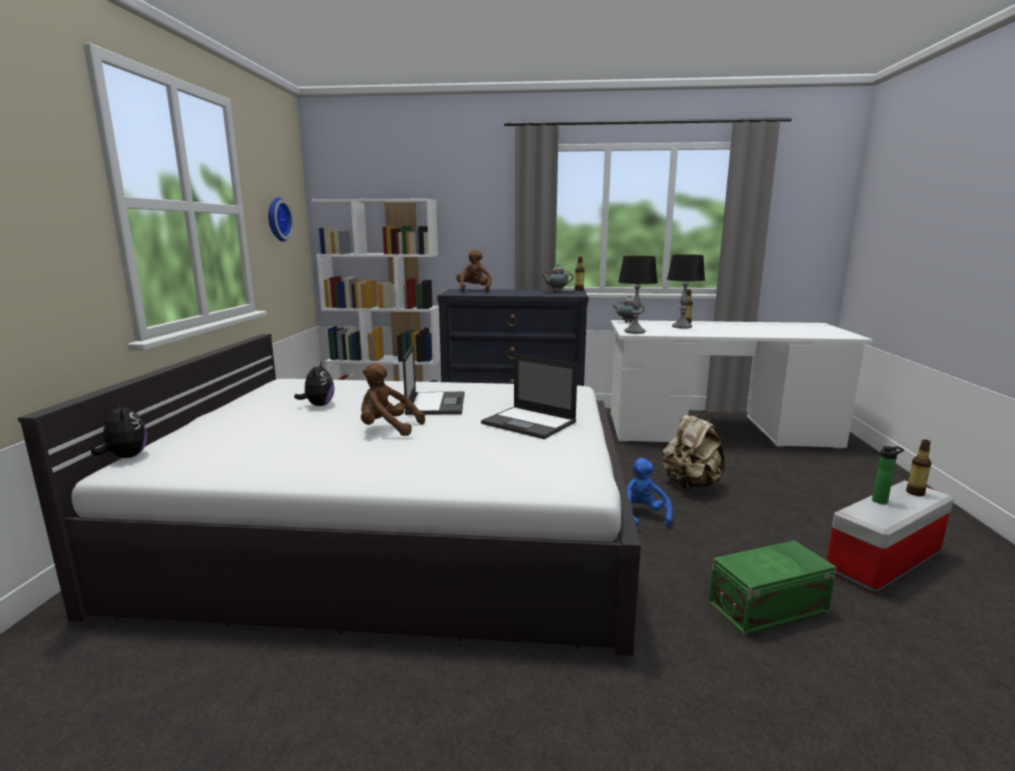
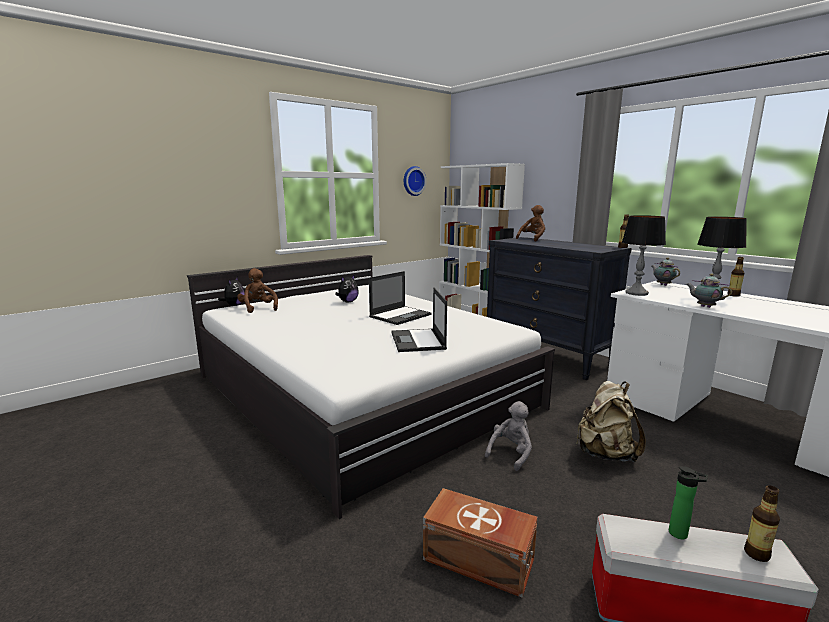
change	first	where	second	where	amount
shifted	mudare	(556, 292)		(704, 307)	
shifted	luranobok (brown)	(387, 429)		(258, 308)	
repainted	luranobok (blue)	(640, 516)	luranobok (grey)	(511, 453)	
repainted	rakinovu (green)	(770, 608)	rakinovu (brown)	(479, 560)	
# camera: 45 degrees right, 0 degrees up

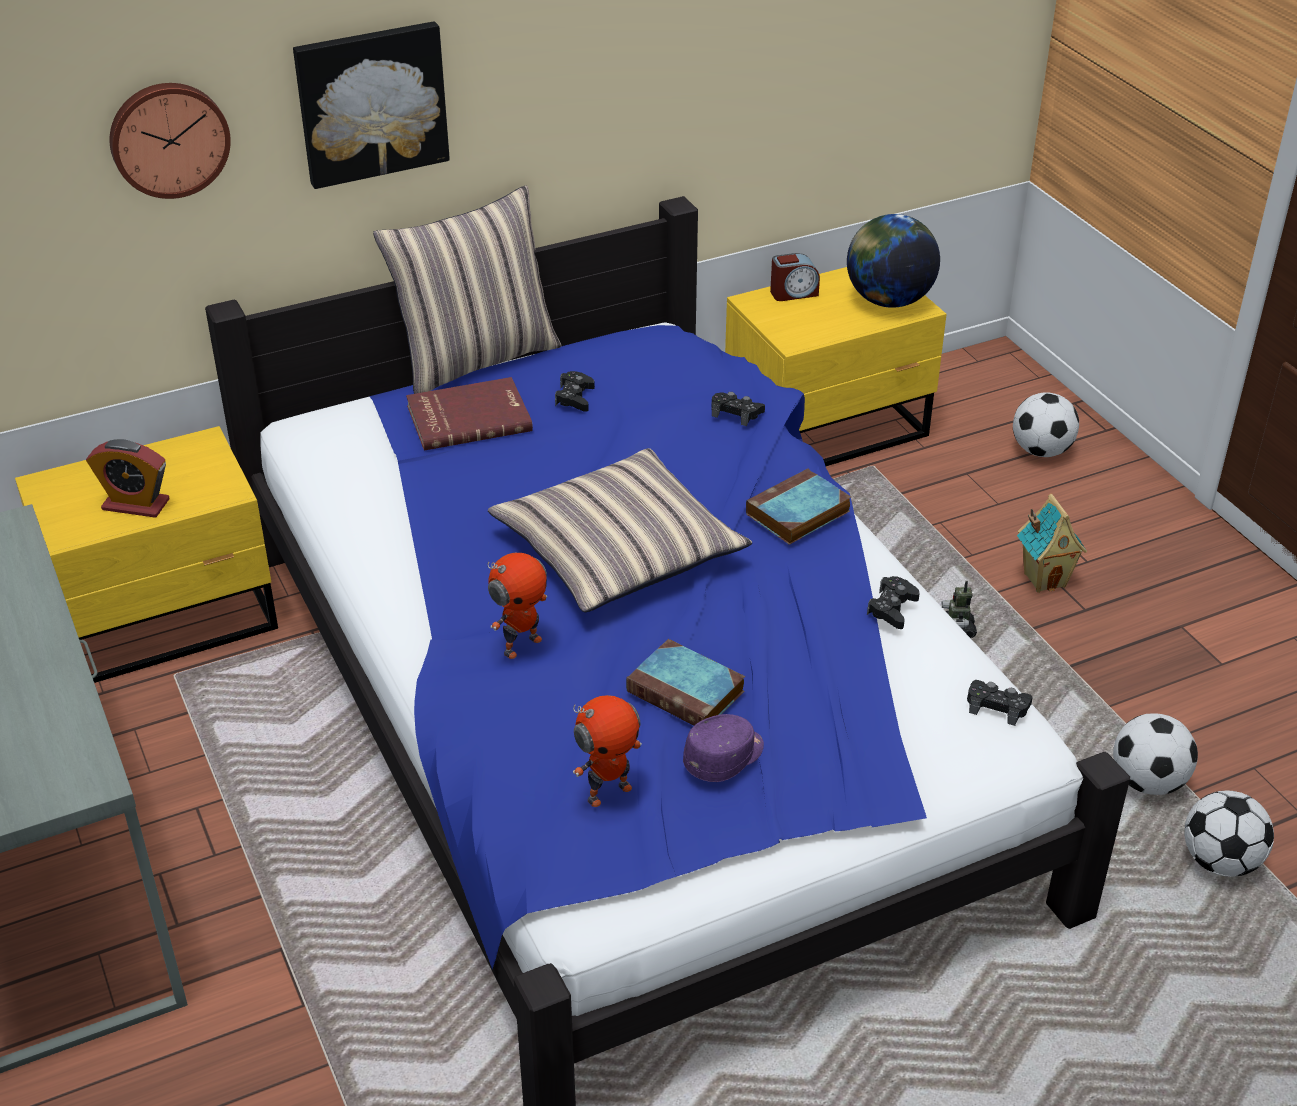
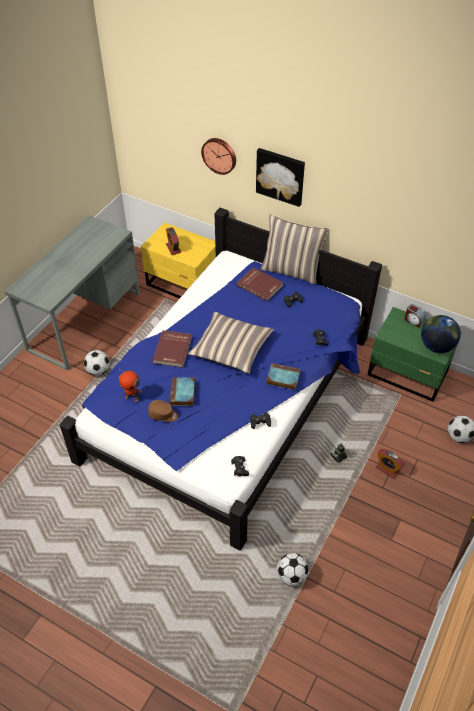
change	first	where	second	where	amount
repainted	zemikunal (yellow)	(830, 430)	zemikunal (green)	(408, 374)	
swapped	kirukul	(1044, 579)	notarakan	(387, 469)	
swapped	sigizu	(521, 645)	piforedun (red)	(173, 350)	
shifted	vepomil	(1147, 782)		(98, 370)	
repainted	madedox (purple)	(725, 758)	madedox (brown)	(163, 415)	
# camera: 55 degrees right, 10 degrees up

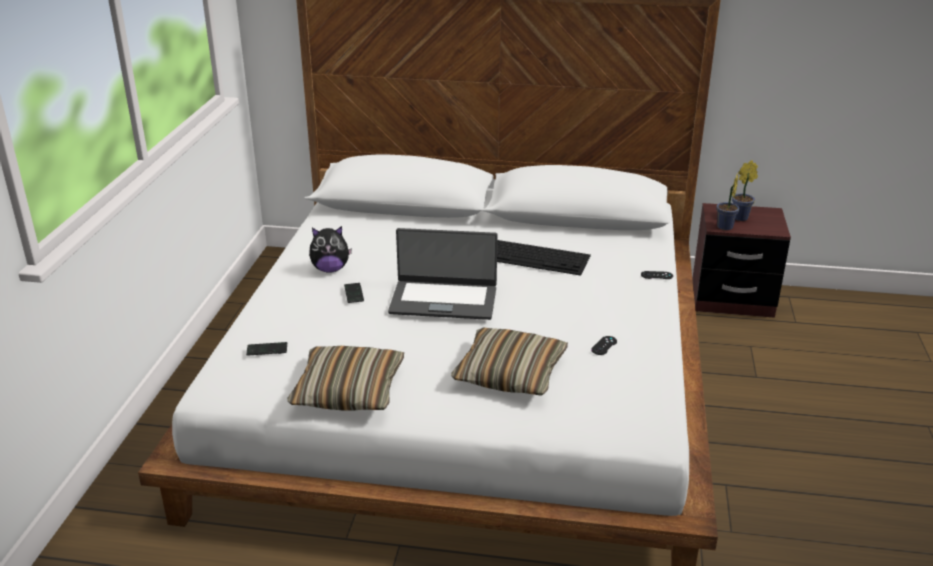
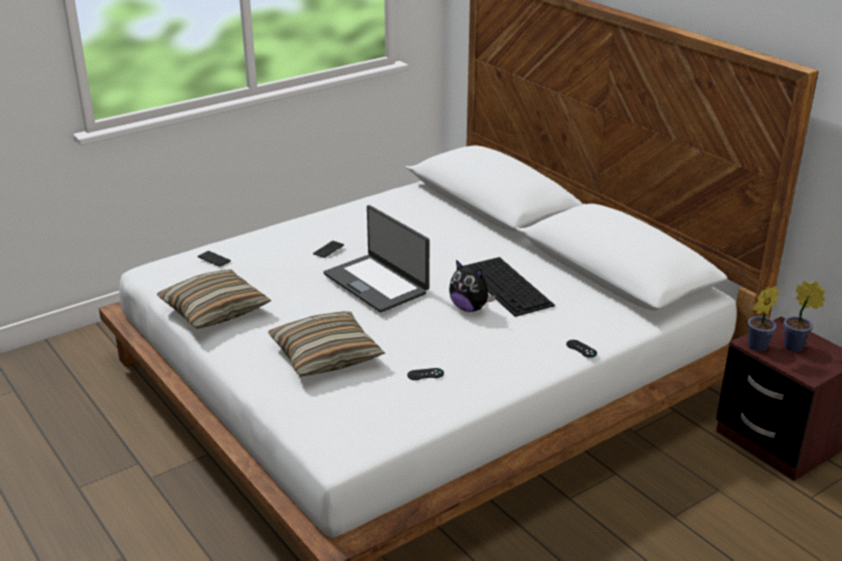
change	first	where	second	where	amount
shifted	luranobok	(330, 269)		(469, 308)	
# camera: 45 degrees right, 0 degrees up

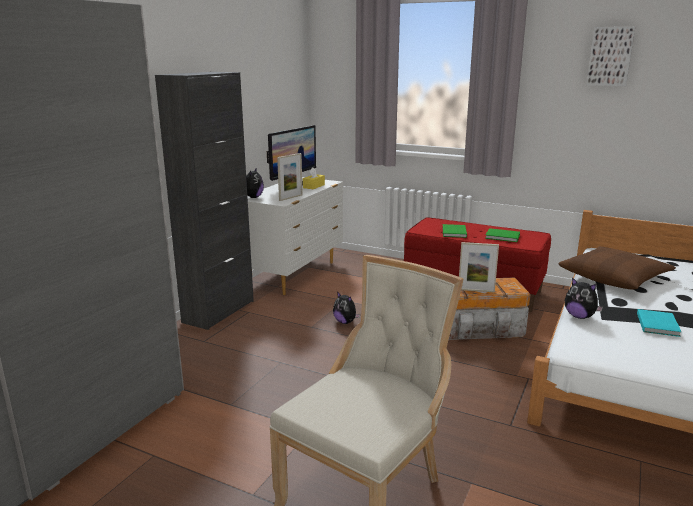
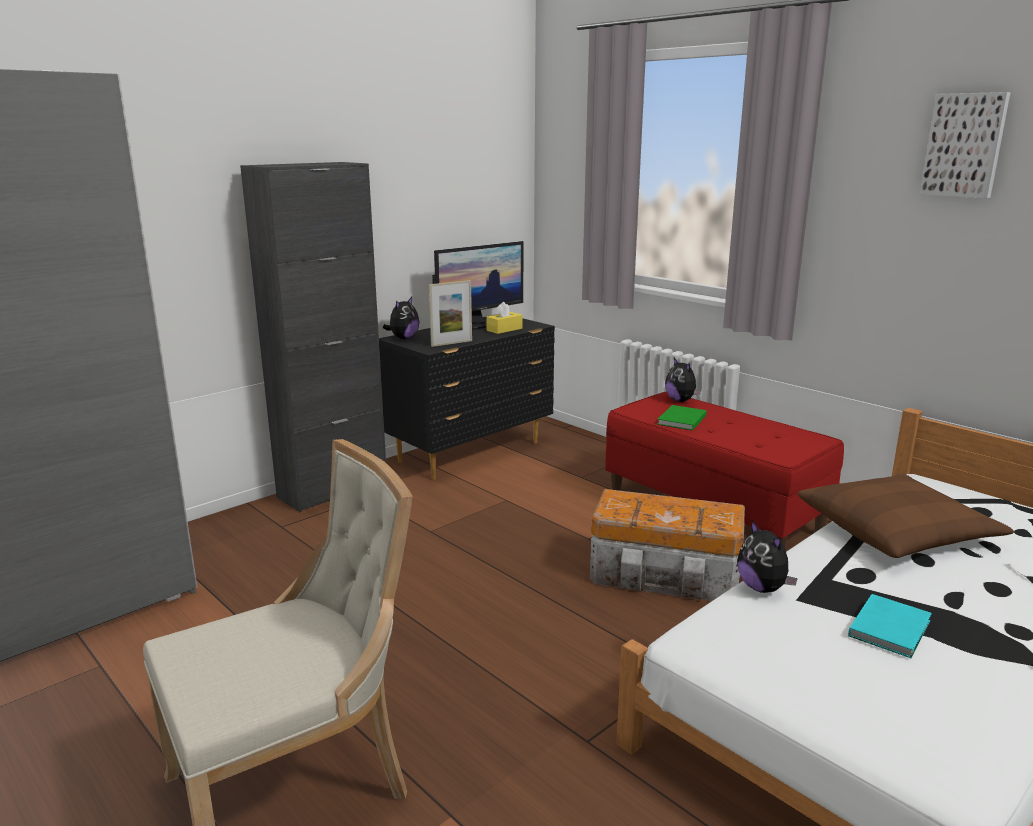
change	first	where	second	where	amount
repainted	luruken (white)	(295, 274)	luruken (black)	(472, 452)	
gone	piforedun (green)	(503, 237)			
gone	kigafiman	(476, 290)			
shifted	luranobok	(345, 322)		(681, 401)	
# camera: 20 degrees right, 0 degrees up

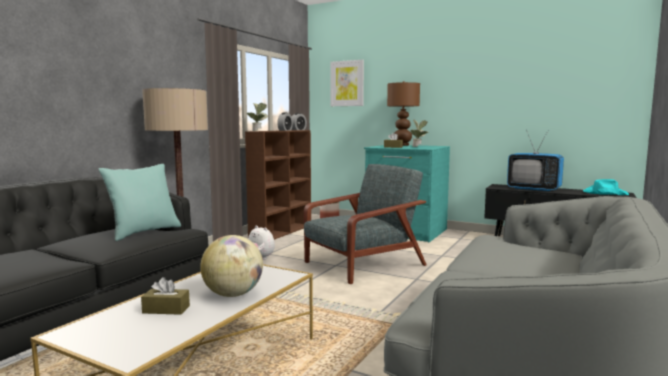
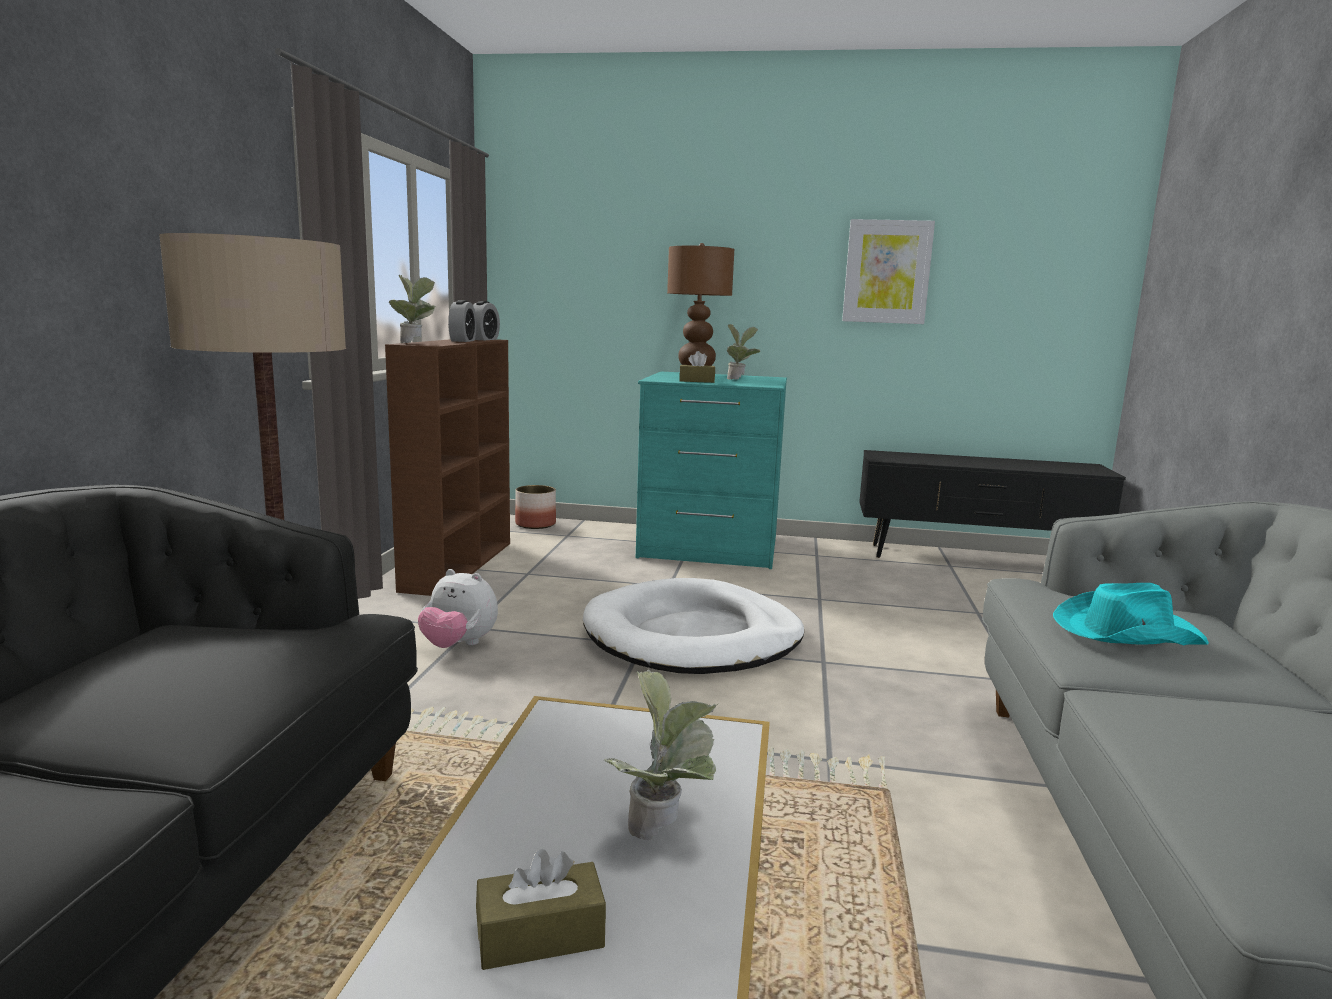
change	first	where	second	where	amount
shifted	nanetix	(347, 83)		(887, 272)	
gone	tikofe	(533, 189)			
gone	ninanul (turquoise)	(144, 232)			
swapped	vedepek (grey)	(362, 264)	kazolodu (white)	(693, 636)	
shifted	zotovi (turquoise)	(604, 193)		(1125, 631)	
swapped	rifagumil	(233, 294)	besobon	(663, 832)	
# camera: 20 degrees left, 5 degrees up

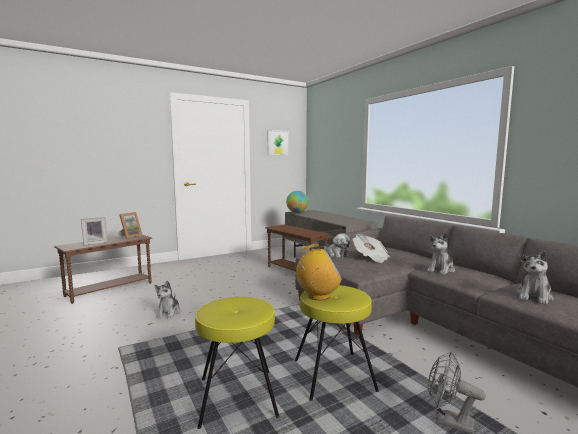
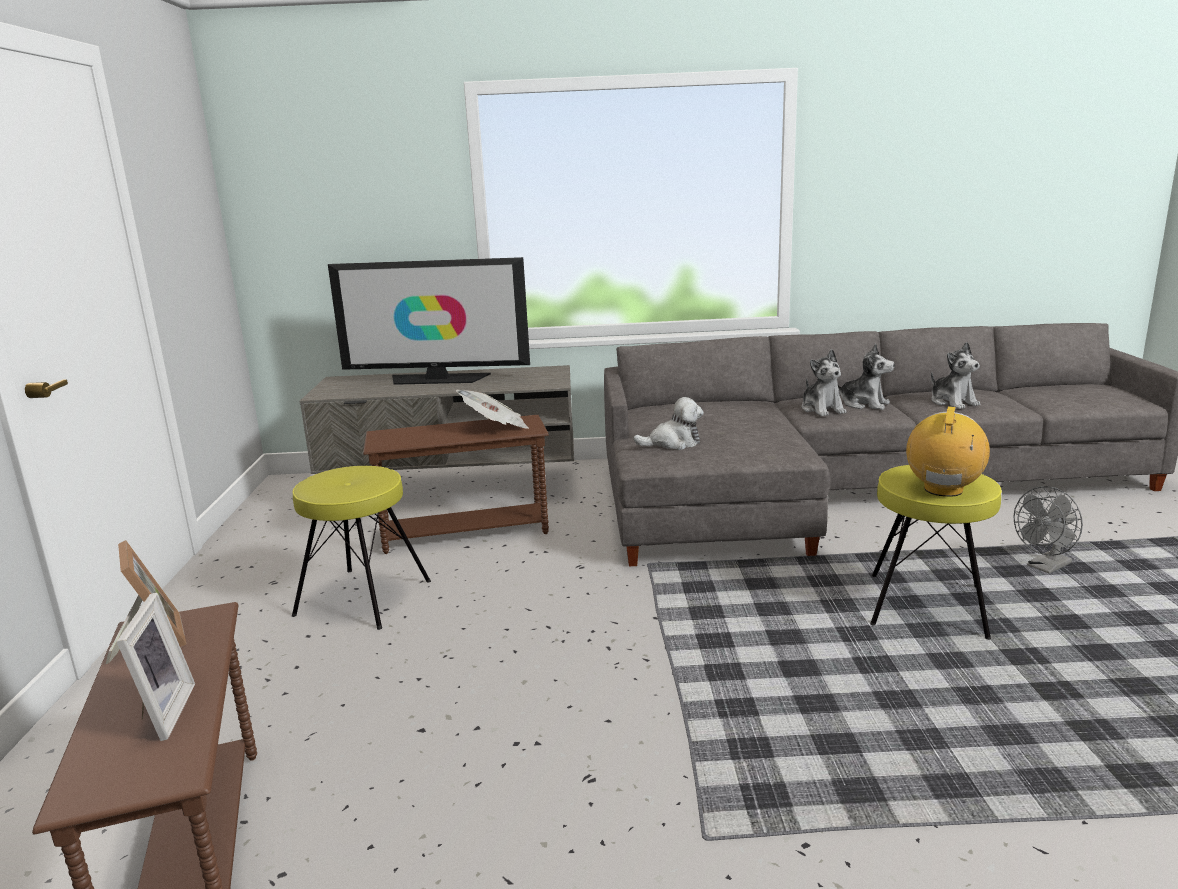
change	first	where	second	where	amount
gone	nanetix	(278, 142)			
gone	rifagumil	(297, 212)			
shifted	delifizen	(370, 258)		(495, 427)	
shifted	luranobok	(168, 313)		(864, 404)	
shifted	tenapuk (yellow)	(237, 398)		(363, 598)	
new			tikofe	(437, 379)	
# camera: 60 degrees left, 10 degrees up

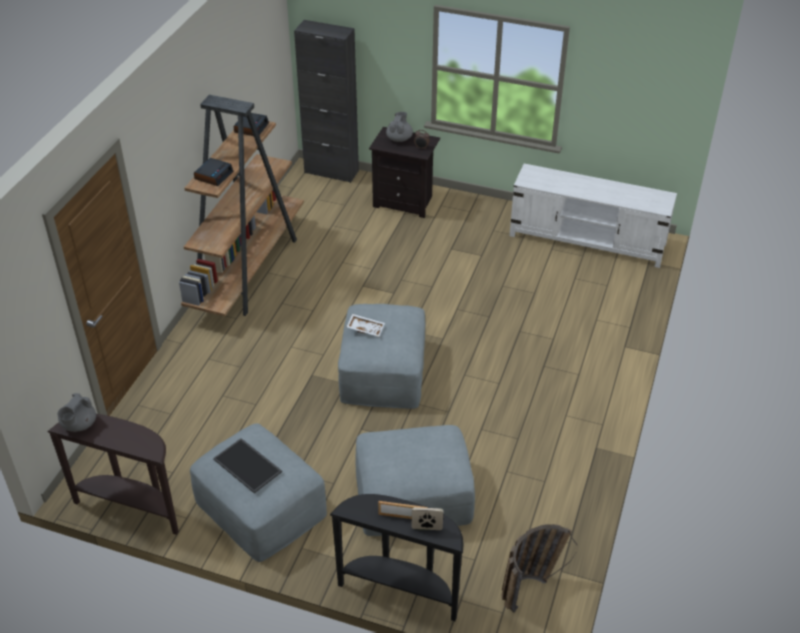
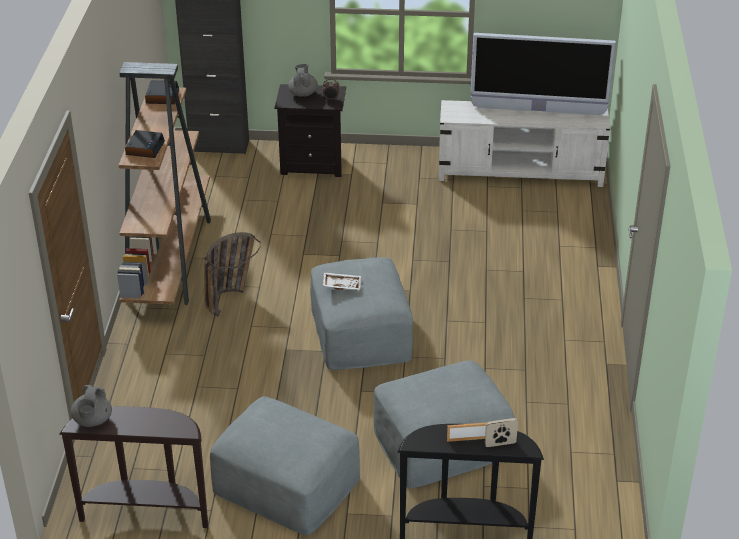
change	first	where	second	where	amount
gone	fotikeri	(248, 465)			
shifted	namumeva	(531, 585)		(230, 297)	
new			tikofe	(538, 110)	
# camera: 15 degrees left, 5 degrees down

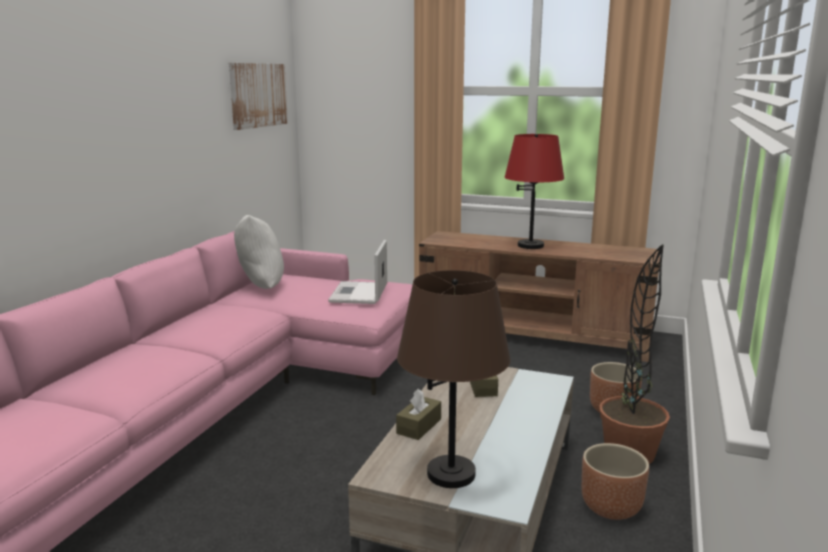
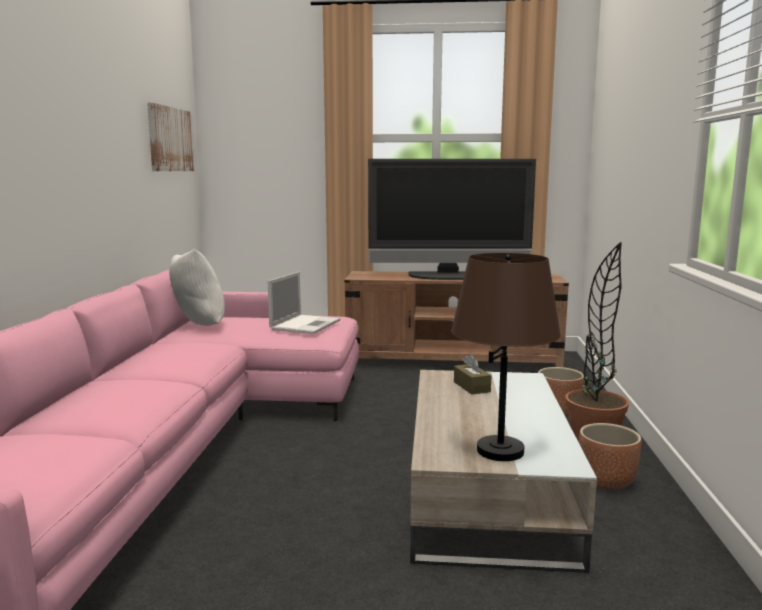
change	first	where	second	where	amount
swapped	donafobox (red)	(531, 245)	tikofe	(448, 276)	
rotated	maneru	(359, 294)		(306, 325)	150 degrees counterclockwise
gone	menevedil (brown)	(419, 426)			
# camera: 15 degrees left, 5 degrees down

